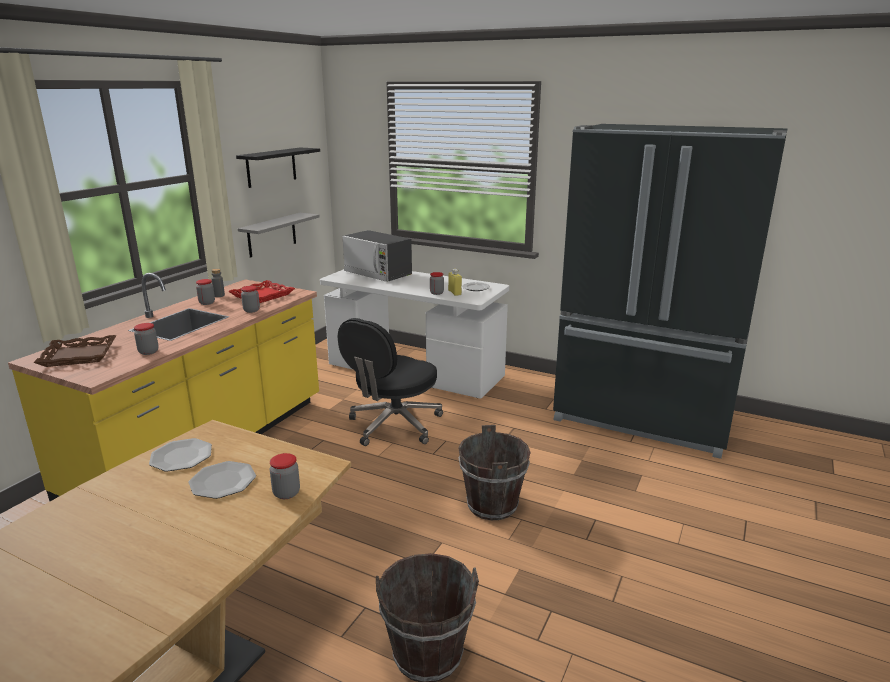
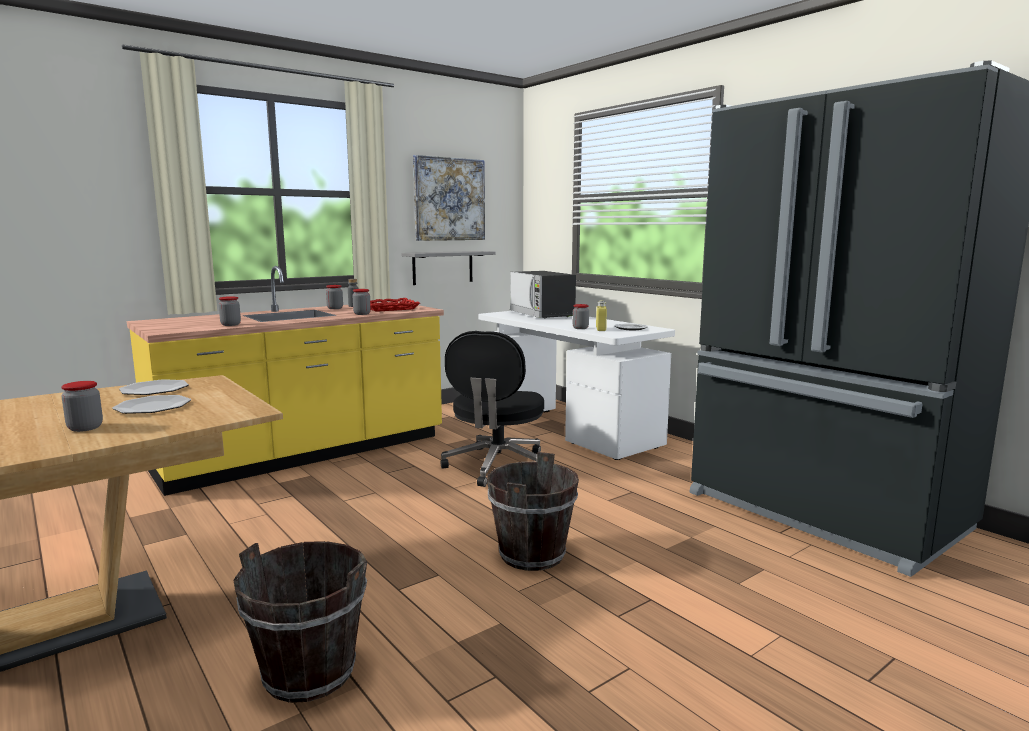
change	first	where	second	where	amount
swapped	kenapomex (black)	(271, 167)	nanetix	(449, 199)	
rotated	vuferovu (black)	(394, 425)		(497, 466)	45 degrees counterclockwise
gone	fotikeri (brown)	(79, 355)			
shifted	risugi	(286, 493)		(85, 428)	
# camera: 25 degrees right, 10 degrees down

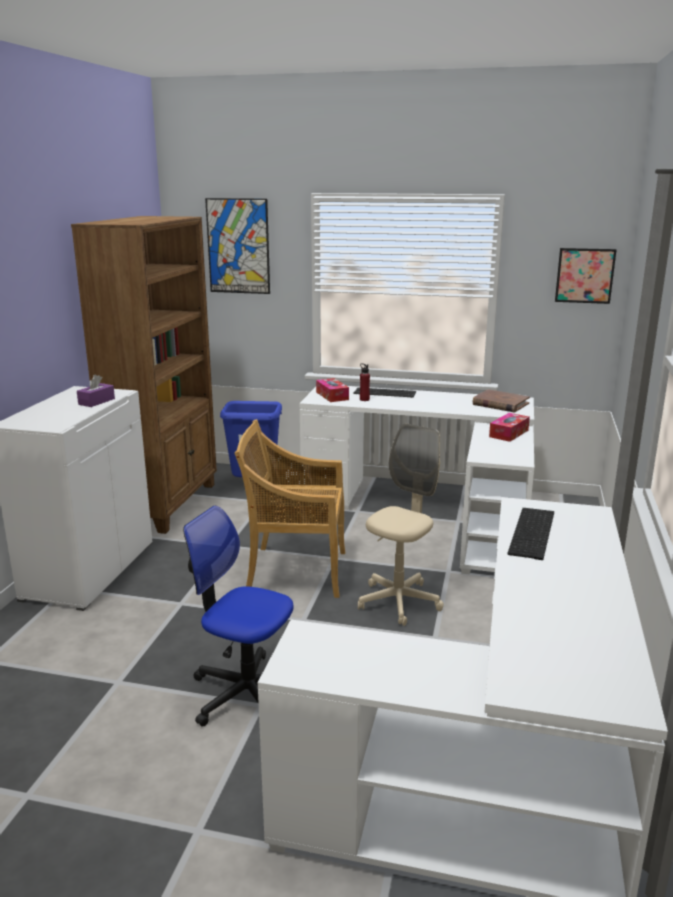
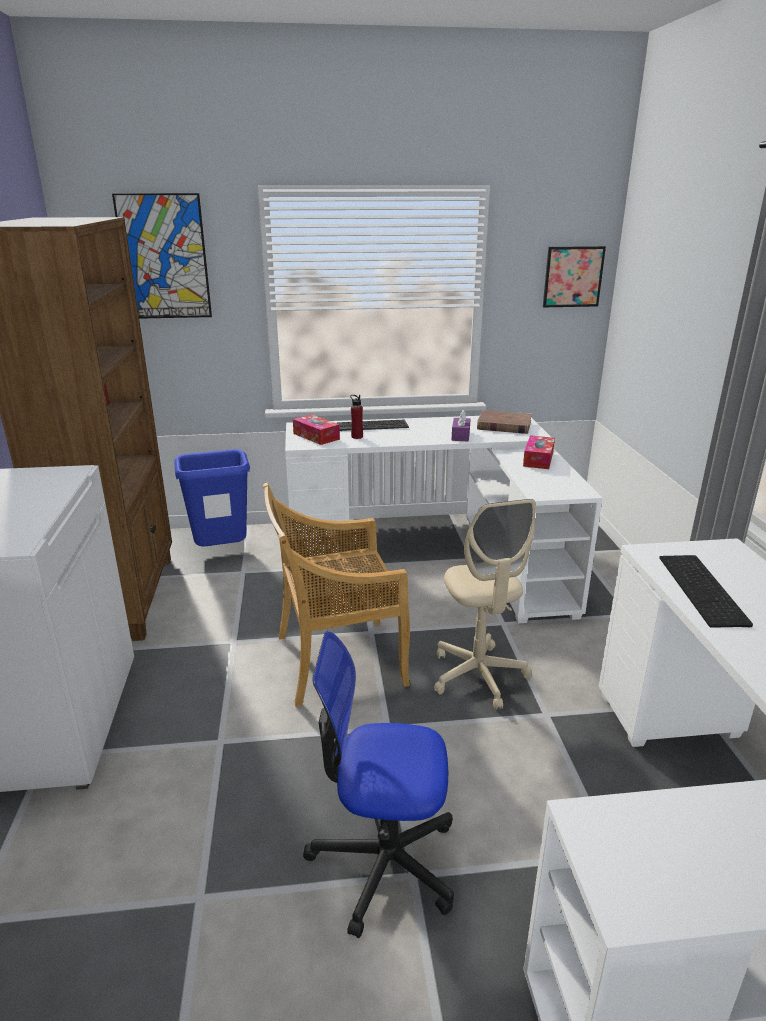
change	first	where	second	where	amount
shifted	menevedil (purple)	(96, 401)		(460, 436)	
rotated	vuferovu (beige)	(399, 602)		(478, 676)	150 degrees clockwise
# camera: 20 degrees left, 5 degrees up

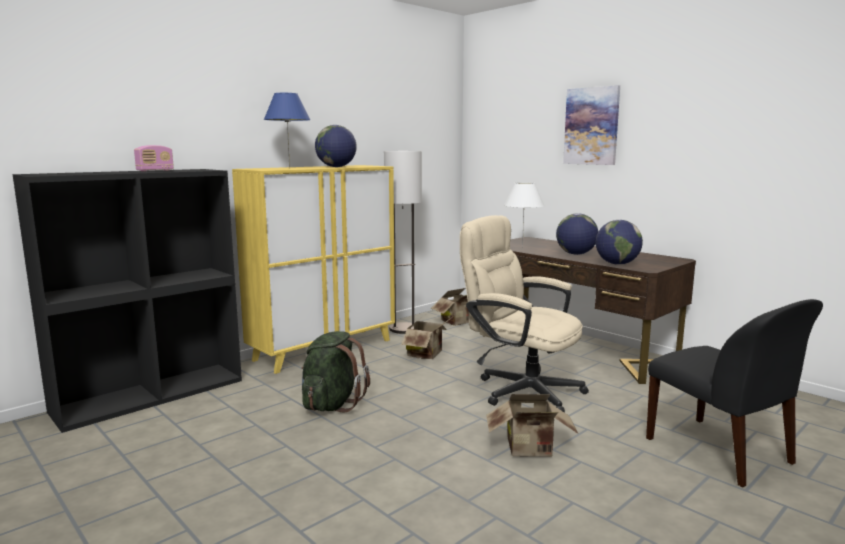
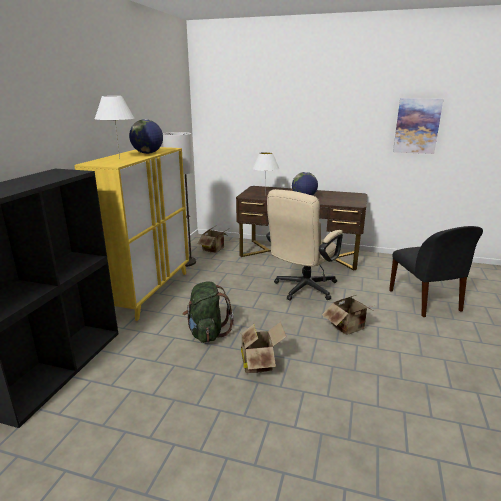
change	first	where	second	where	amount
shifted	nanetix	(591, 126)		(417, 126)	
repainted	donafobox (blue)	(289, 168)	donafobox (white)	(119, 159)	
gone	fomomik	(155, 170)			
rotated	vuferovu (beige)	(520, 389)		(302, 290)	60 degrees counterclockwise
gone	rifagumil	(617, 264)			
rotated	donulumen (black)	(720, 452)		(425, 301)	45 degrees clockwise
shifted	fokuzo	(428, 354)		(259, 363)	
# camera: 30 degrees left, 10 degrees up

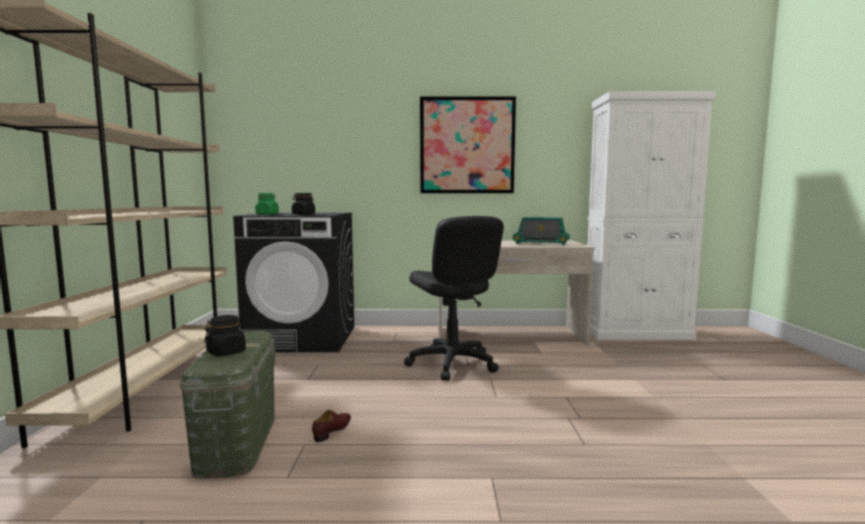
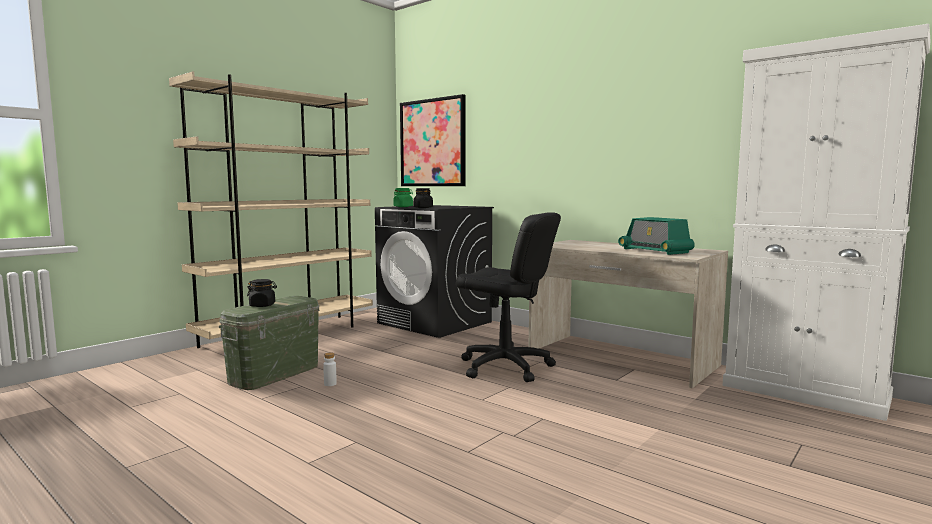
change	first	where	second	where	amount
shifted	nanetix	(467, 145)		(432, 143)	
rotated	vuferovu (black)	(452, 363)		(505, 367)	75 degrees counterclockwise
swapped	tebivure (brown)	(333, 430)	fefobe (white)	(330, 384)	
# camera: 40 degrees right, 0 degrees up

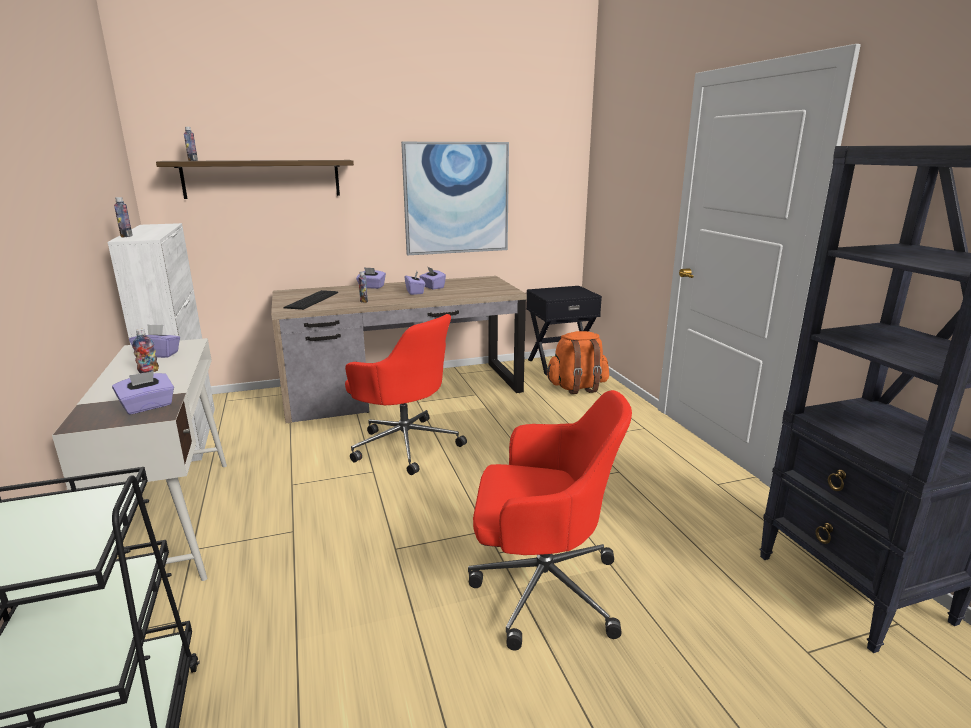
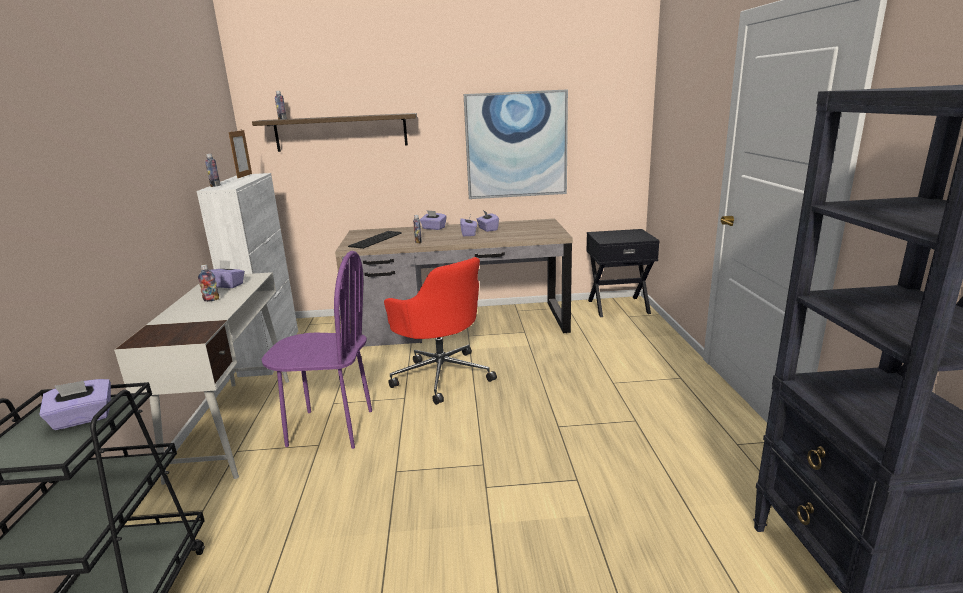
change	first	where	second	where	amount
gone	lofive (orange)	(577, 387)			
shifted	menevedil (purple)	(148, 406)		(83, 419)	
gone	vuferovu (red)	(541, 587)			
new			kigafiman	(244, 176)	
new			donulumen (purple)	(330, 428)	
# camera: 15 degrees right, 0 degrees up

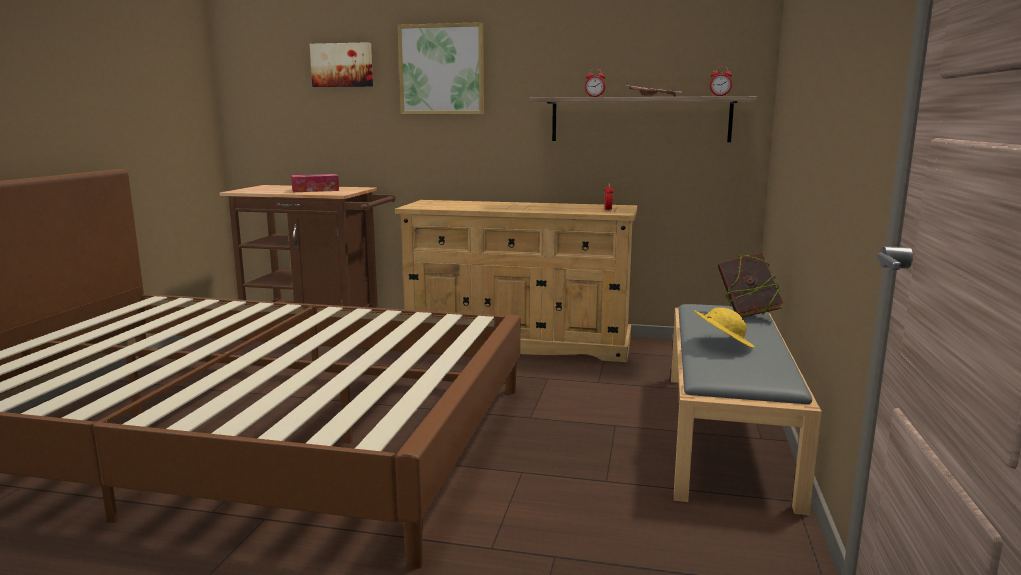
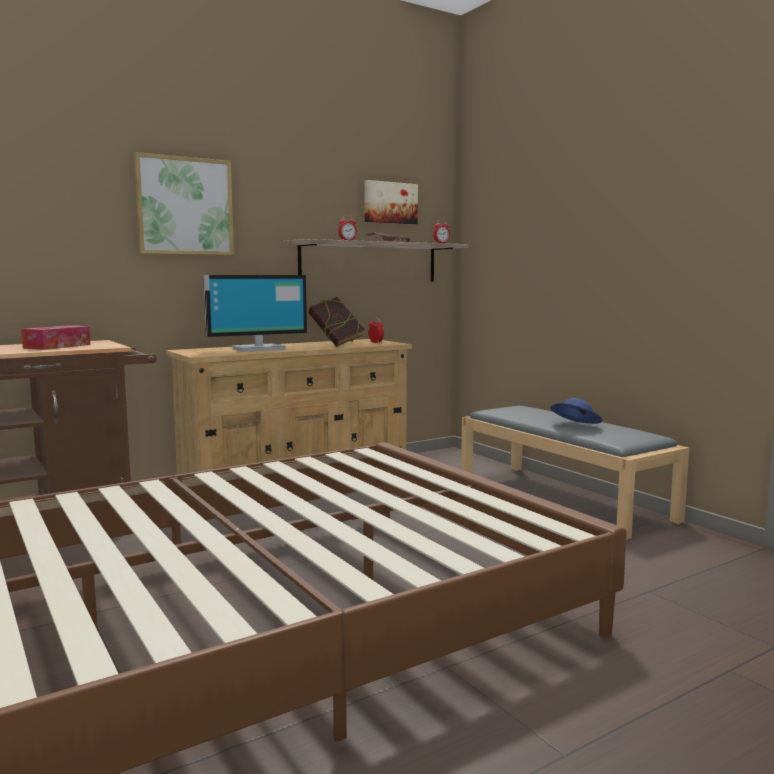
change	first	where	second	where	amount
shifted	nanetix	(342, 65)		(390, 203)	
shifted	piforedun	(747, 314)		(336, 344)	
repainted	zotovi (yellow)	(722, 344)	zotovi (blue)	(574, 426)	
new			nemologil	(258, 349)	
# camera: 45 degrees left, 5 degrees down

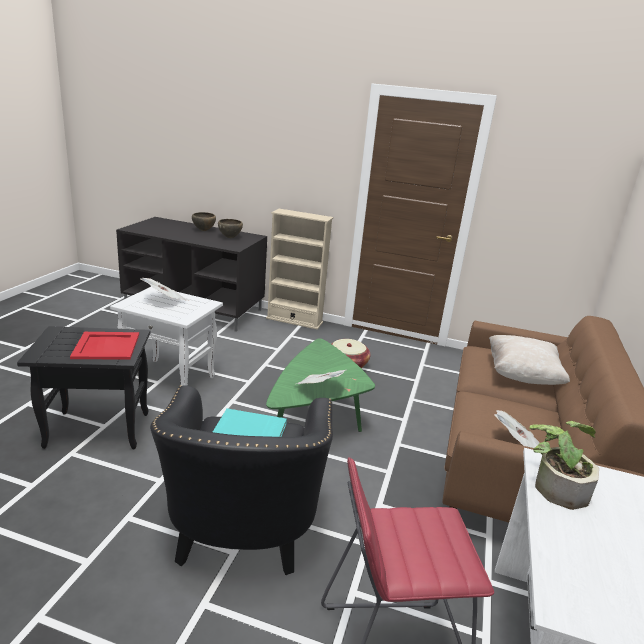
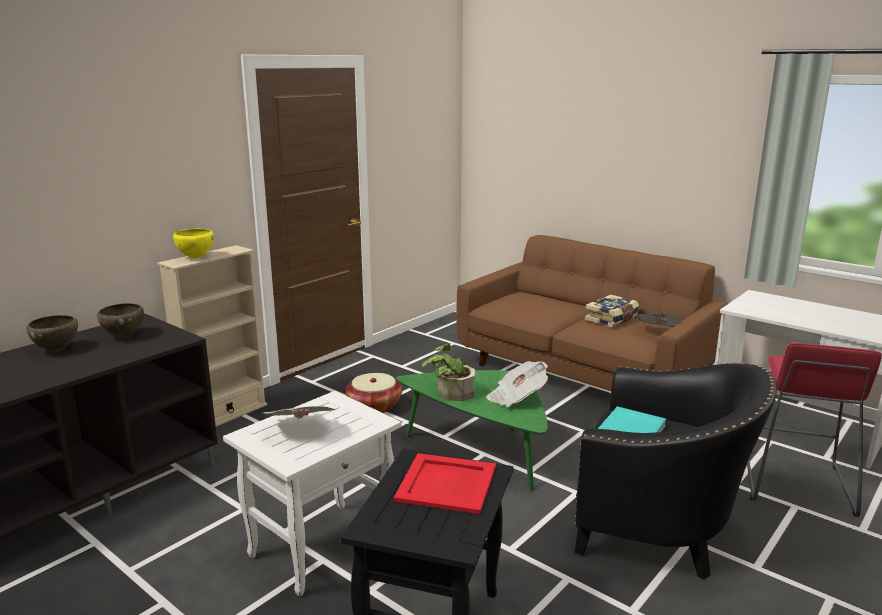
change	first	where	second	where	amount
gone	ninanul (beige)	(522, 375)			
shifted	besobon	(555, 485)		(450, 393)	
new			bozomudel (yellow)	(195, 257)	
new			piforedun	(612, 319)	
# camera: 65 degrees left, 5 degrees down

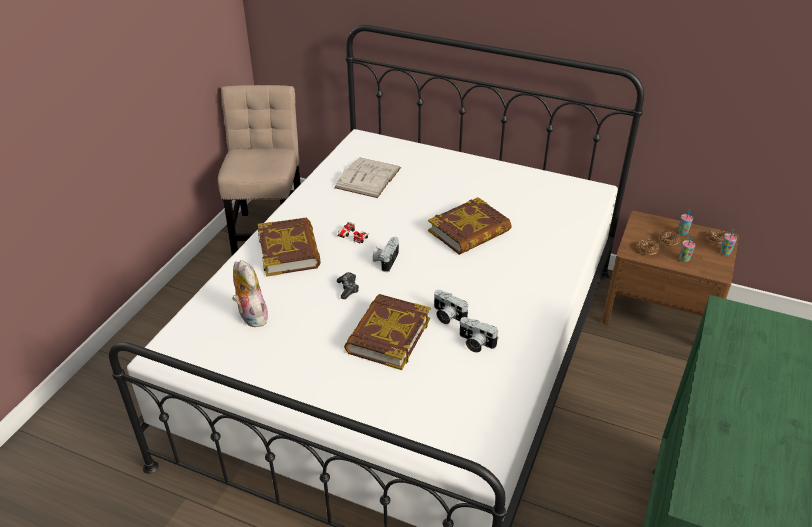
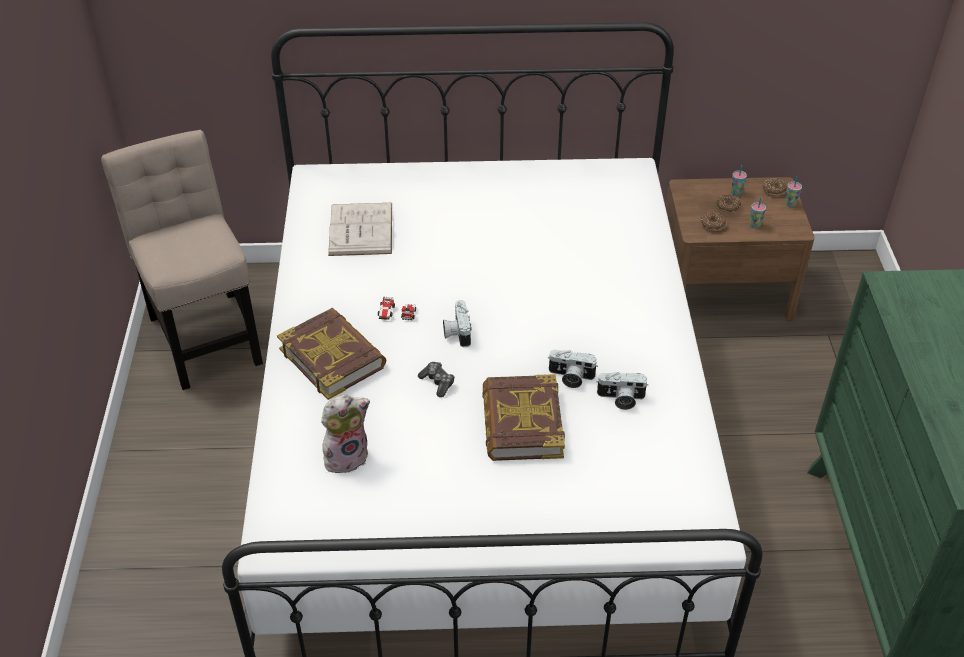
change	first	where	second	where	amount
gone	piforedun	(469, 231)			
rotated	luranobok	(251, 316)		(346, 456)	120 degrees clockwise
# camera: 25 degrees left, 5 degrees up

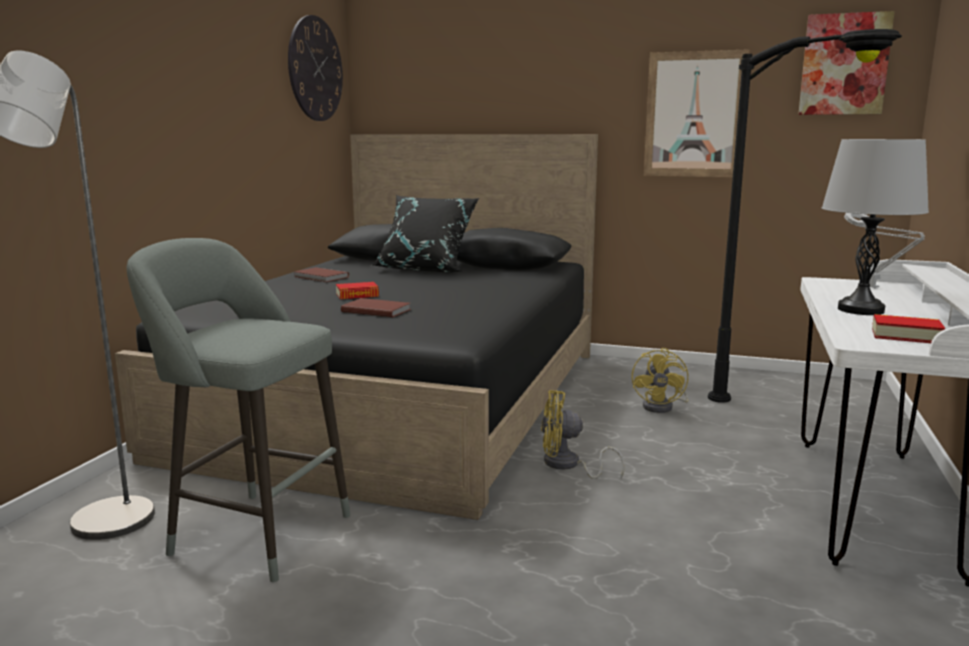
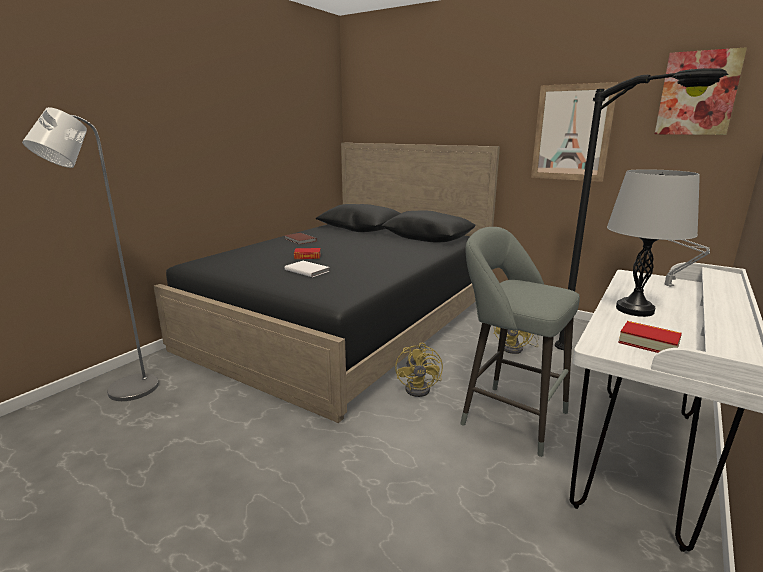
change	first	where	second	where	amount
gone	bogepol	(315, 69)			
gone	ninanul (black)	(426, 269)			
shifted	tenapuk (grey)	(253, 532)		(508, 416)	
repainted	piforedun (brown)	(376, 310)	piforedun (white)	(307, 270)	
rotated	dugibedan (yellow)	(567, 465)		(422, 388)	105 degrees counterclockwise
# camera: 15 degrees right, 5 degrees up

